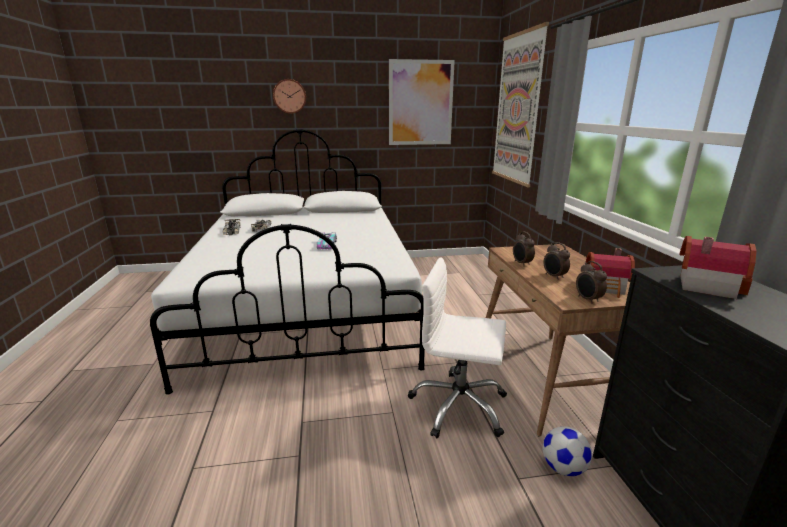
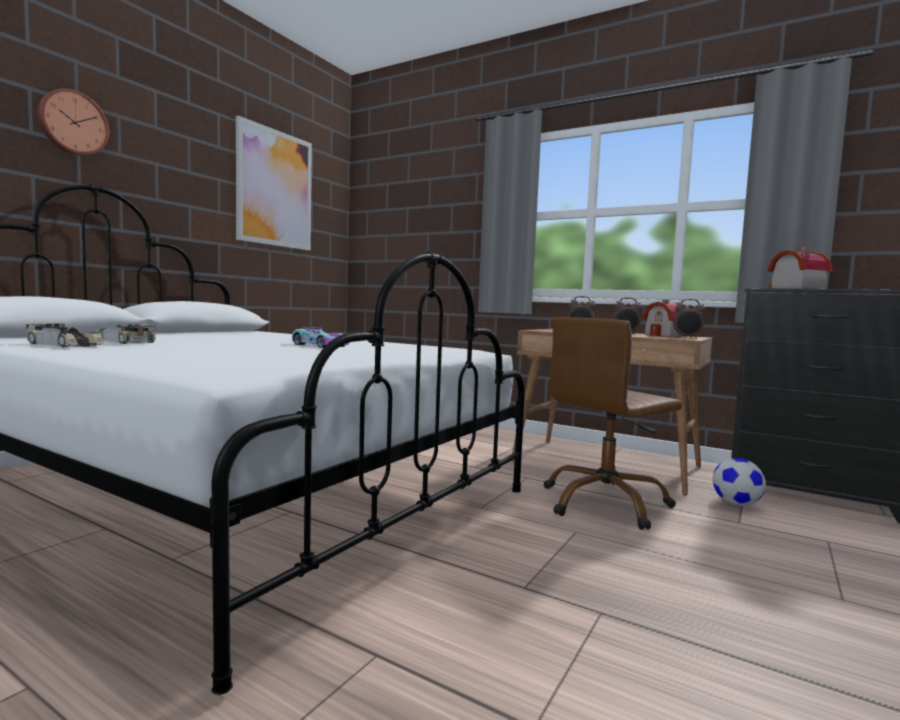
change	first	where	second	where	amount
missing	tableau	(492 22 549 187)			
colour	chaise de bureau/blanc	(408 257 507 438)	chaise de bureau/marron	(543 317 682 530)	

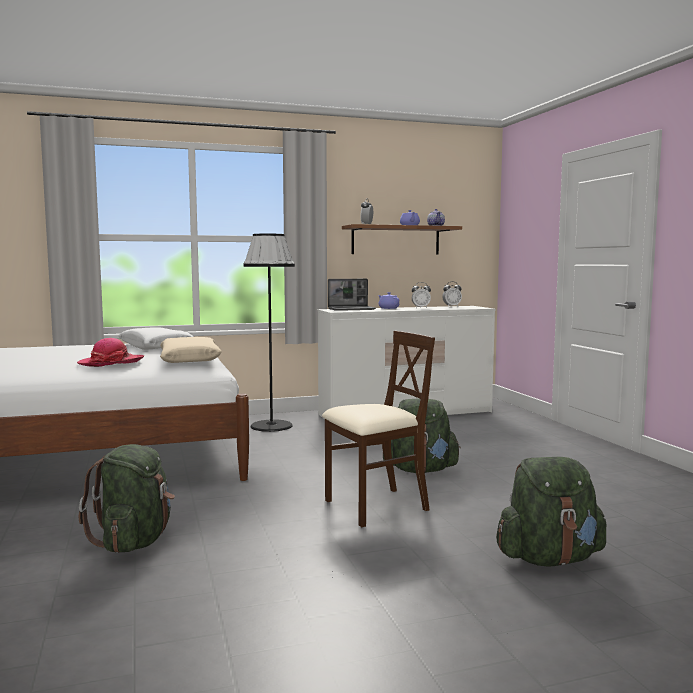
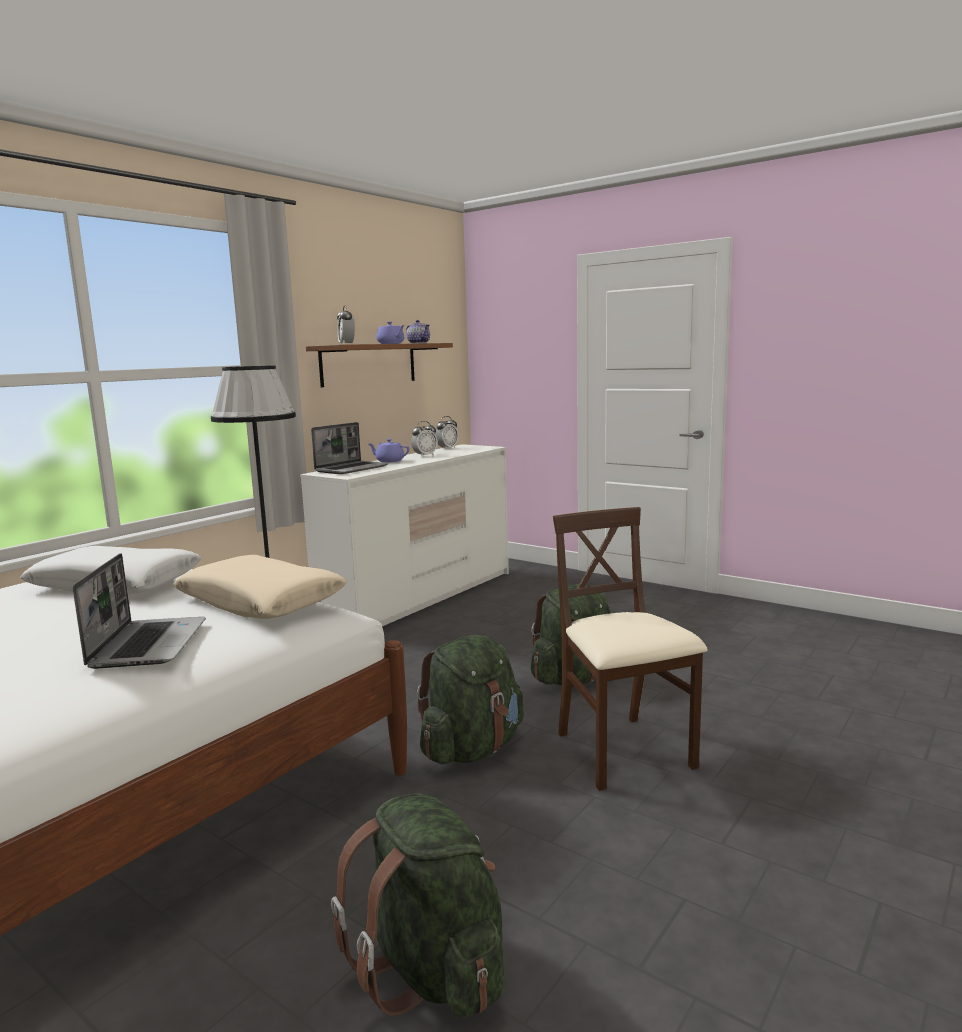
change	first	where	second	where	amount
relocated	sac à dos/vert	(496 457 606 566)		(417 635 524 764)	
exchanged	chapeau	(77 338 144 367)	ordinateur portable	(73 553 206 669)	
spun	chaise/beige	(322 331 435 527)		(553 507 708 791)	45 degrees counterclockwise

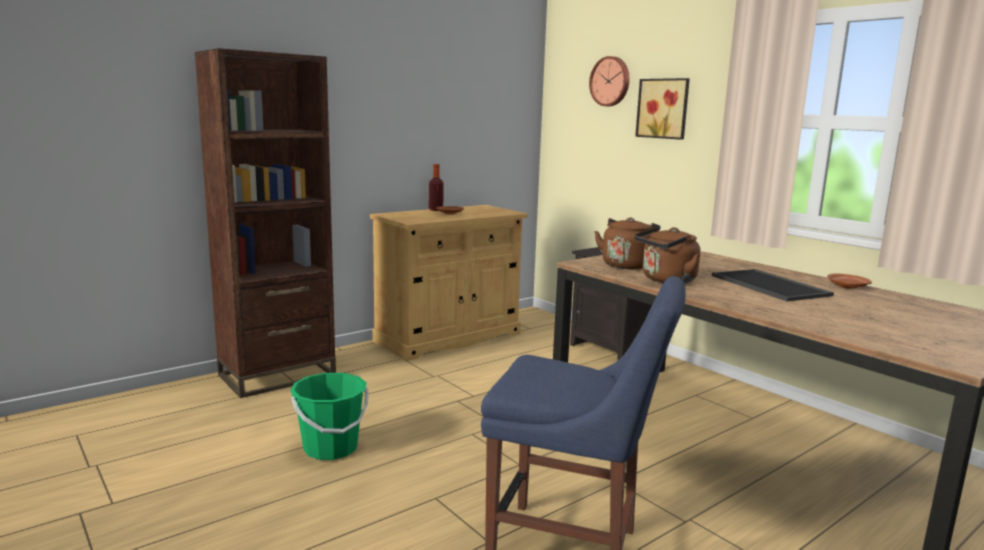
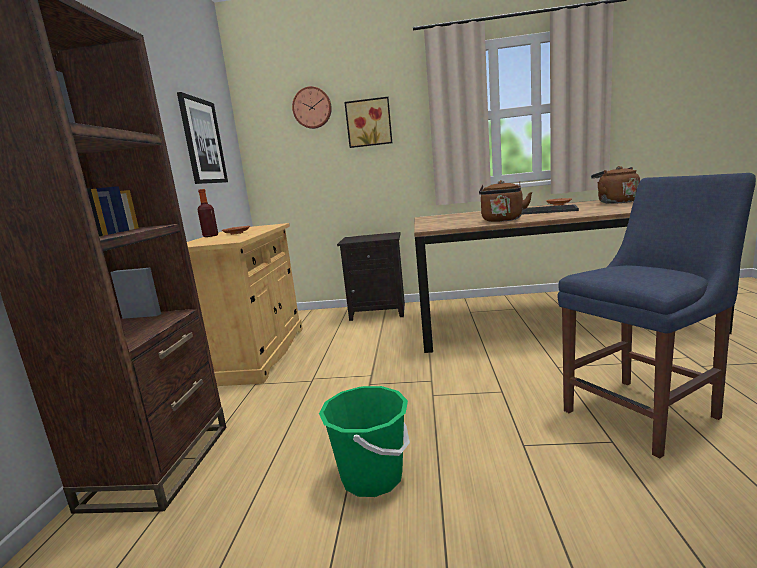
change	first	where	second	where	amount
appeared			tableau	(177 92 228 184)	
relocated	bouilloire/marron	(594 217 661 269)		(591 166 640 204)	

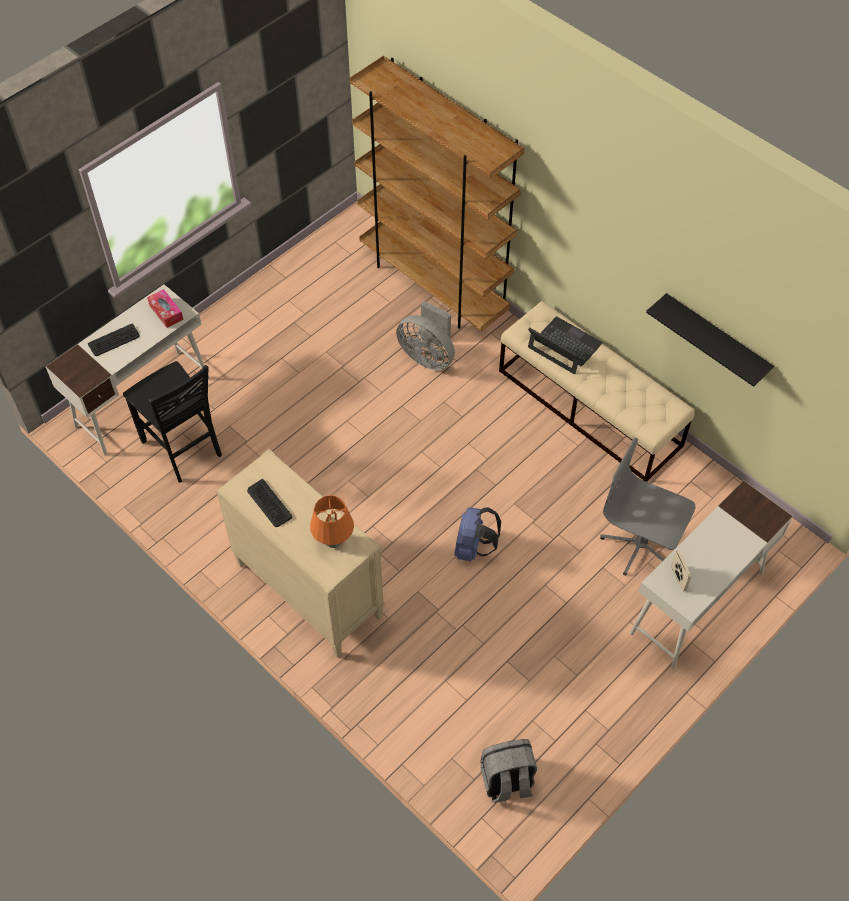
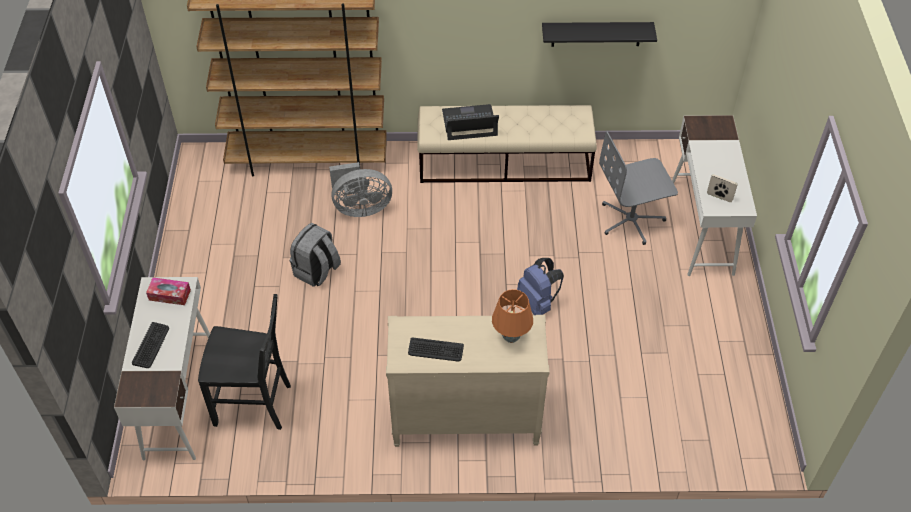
change	first	where	second	where	amount
relocated	sac à dos/gris	(480 739 537 803)		(290 223 341 287)	

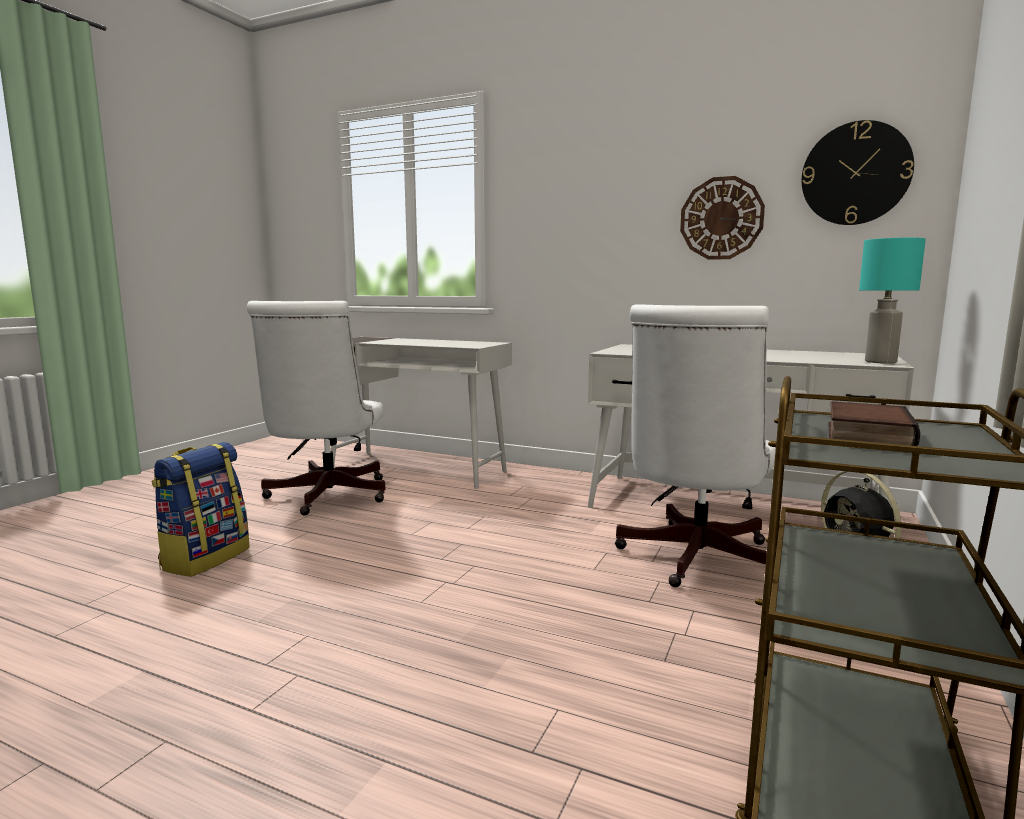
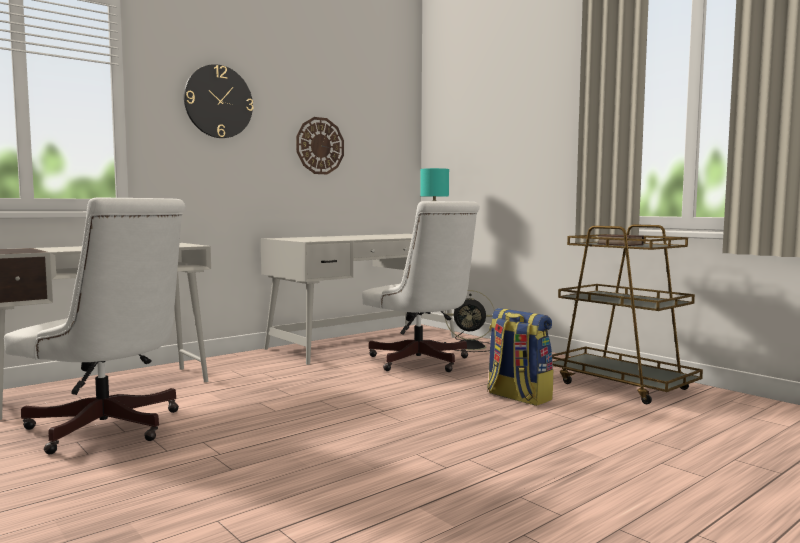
change	first	where	second	where	amount
relocated	sac à dos	(152 442 250 577)		(487 308 553 406)	
relocated	horloge murale	(802 120 914 225)		(184 64 253 138)	

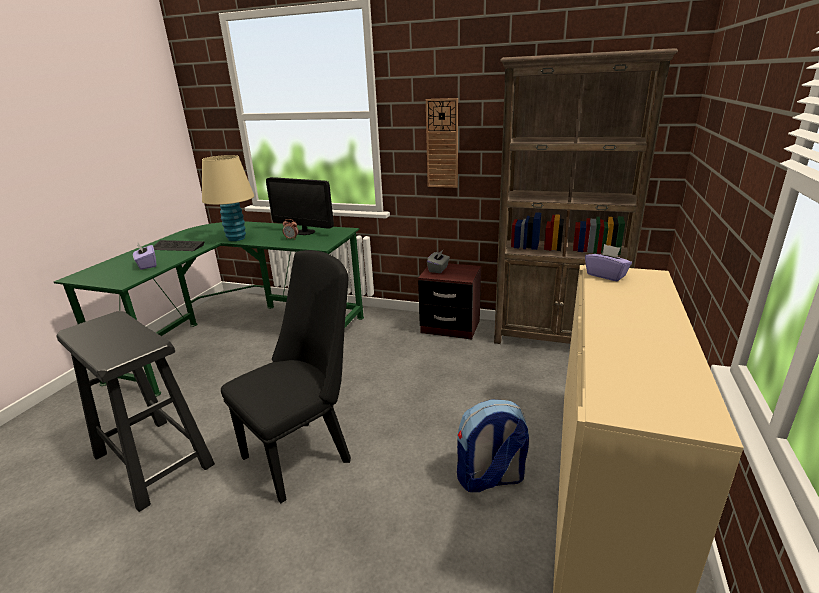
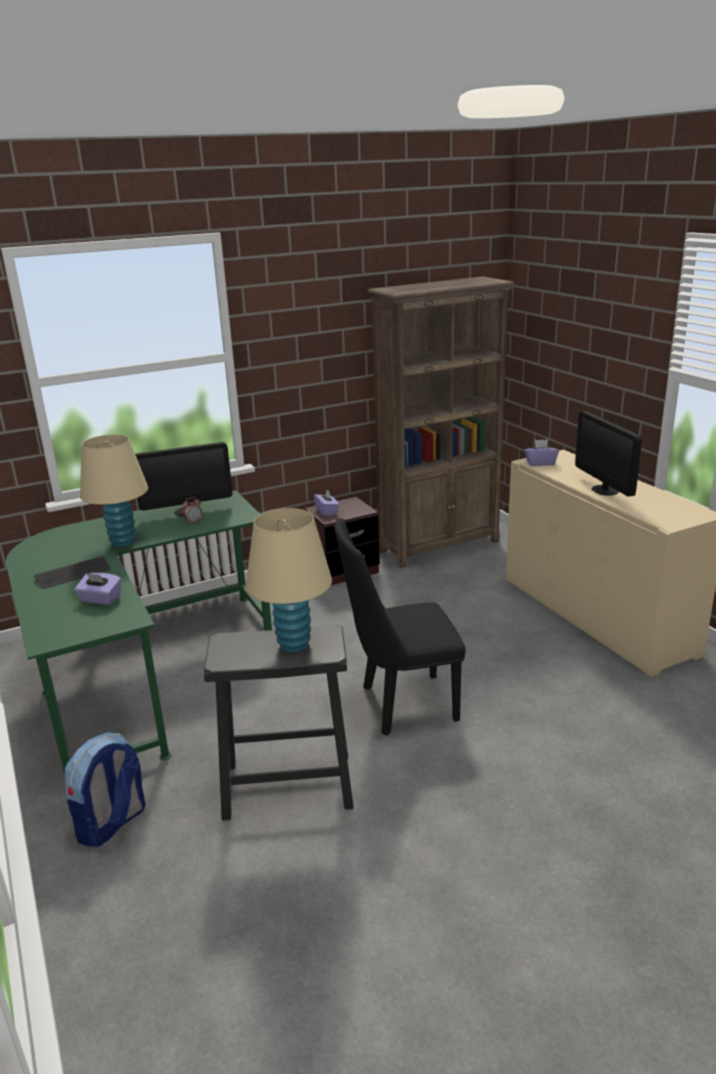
change	first	where	second	where	amount
missing	horloge murale	(426 98 458 188)			
appeared			lampe de table/beige	(246 508 332 652)	
appeared			écran d'ordinateur	(575 411 642 496)	
relocated	sac à dos	(457 399 529 492)		(65 732 145 847)	
colour	boîte à mouchoirs/gris	(427 250 450 273)	boîte à mouchoirs/violet	(314 490 339 516)	
spun	chaise/noir	(221 250 351 503)		(334 518 466 736)	105 degrees counterclockwise

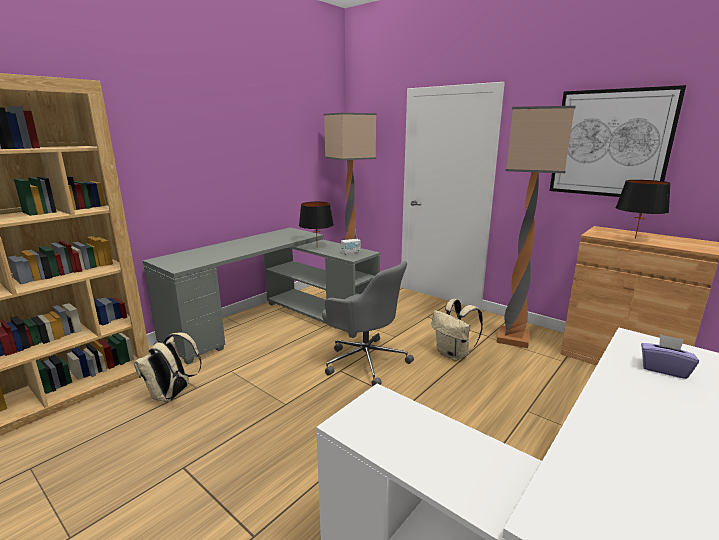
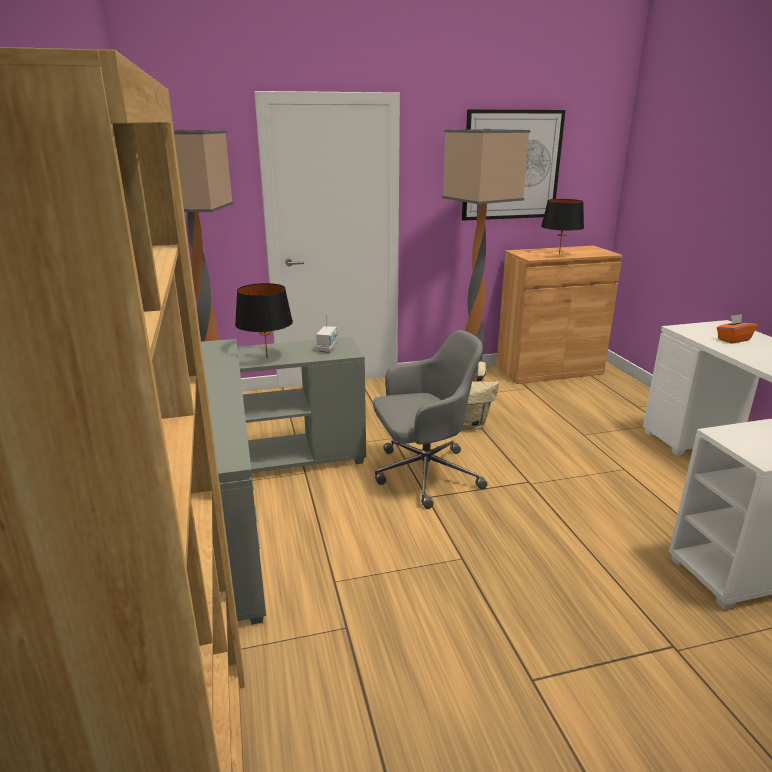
change	first	where	second	where	amount
missing	sac à dos/beige	(134 332 202 402)			
colour	boîte à mouchoirs/violet	(641 334 699 379)	boîte à mouchoirs/orange	(717 314 757 344)	

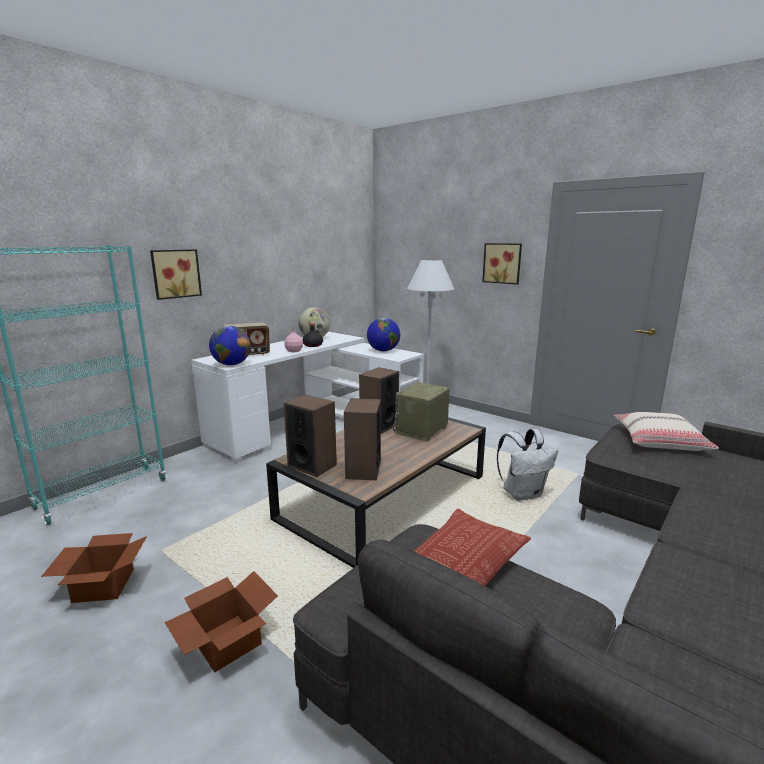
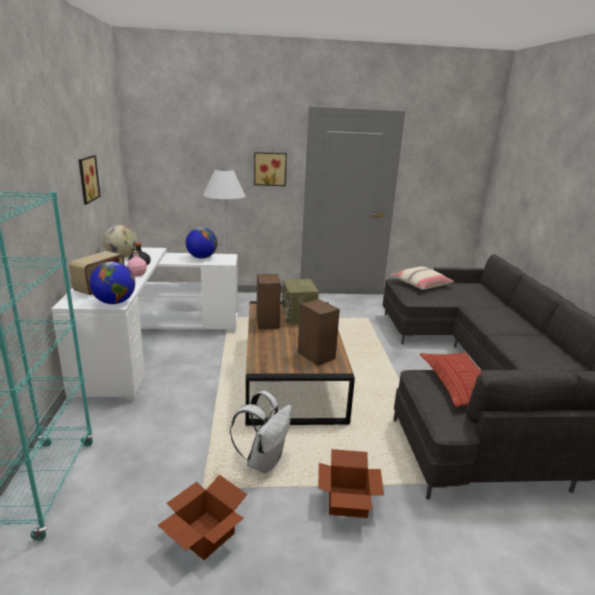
change	first	where	second	where	amount
missing	enceinte	(284 395 337 477)			
relocated	tableau	(150 249 202 300)		(79 155 101 204)	
relocated	sac à dos/blanc	(497 429 558 500)		(230 391 292 473)	

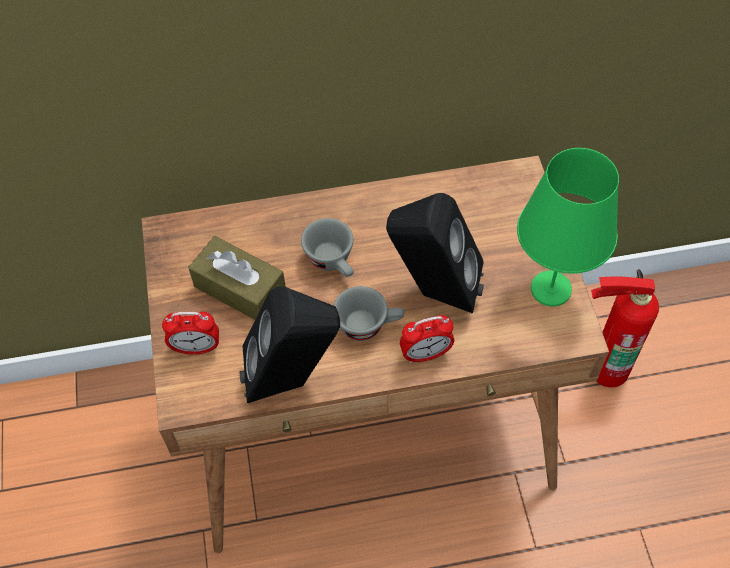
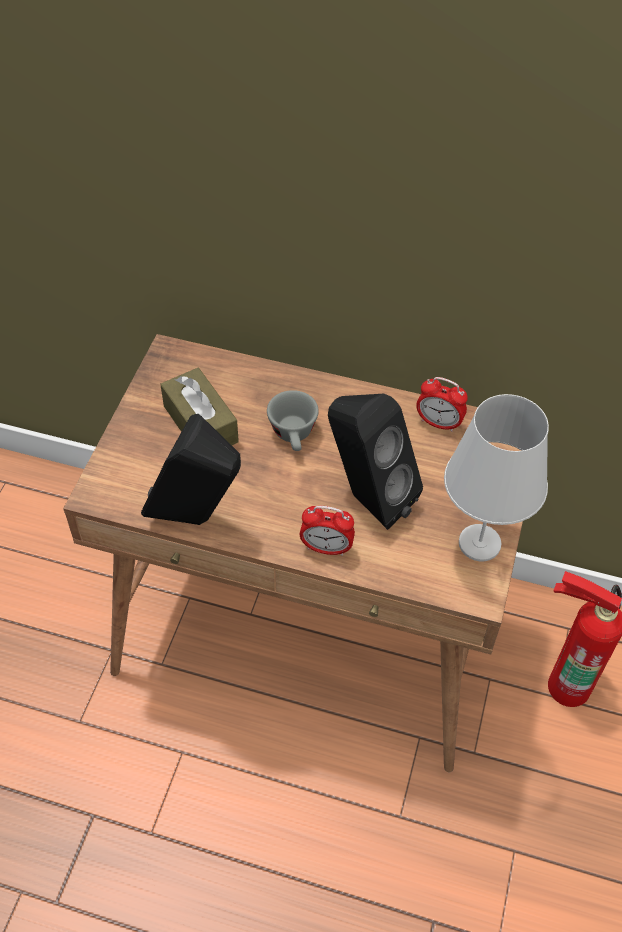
change	first	where	second	where	amount
missing	tasse/gris	(333 286 404 341)			
relocated	réveil	(162 312 219 355)		(416 377 468 432)	
colour	lampe de table/vert	(517 148 619 307)	lampe de table/blanc	(444 394 549 561)	

